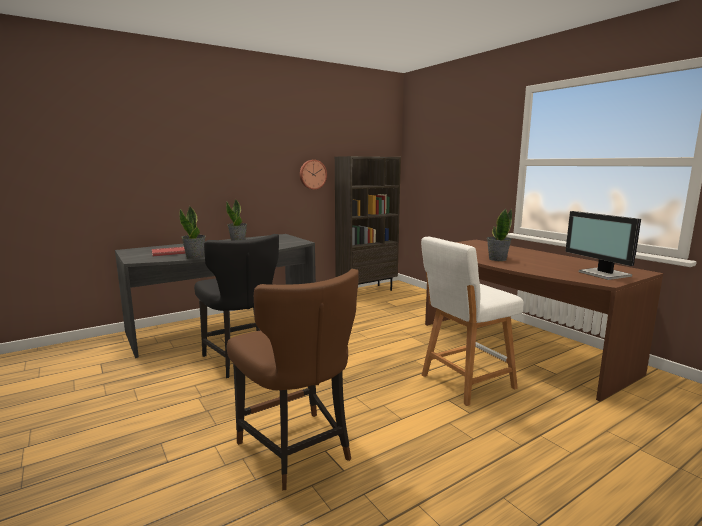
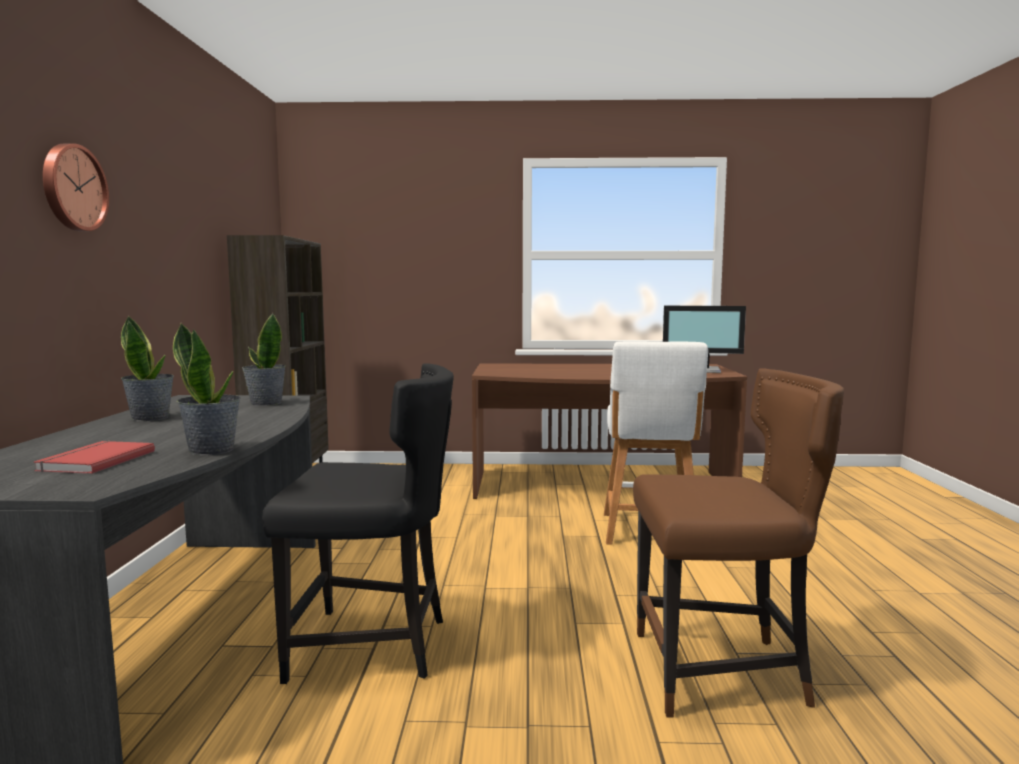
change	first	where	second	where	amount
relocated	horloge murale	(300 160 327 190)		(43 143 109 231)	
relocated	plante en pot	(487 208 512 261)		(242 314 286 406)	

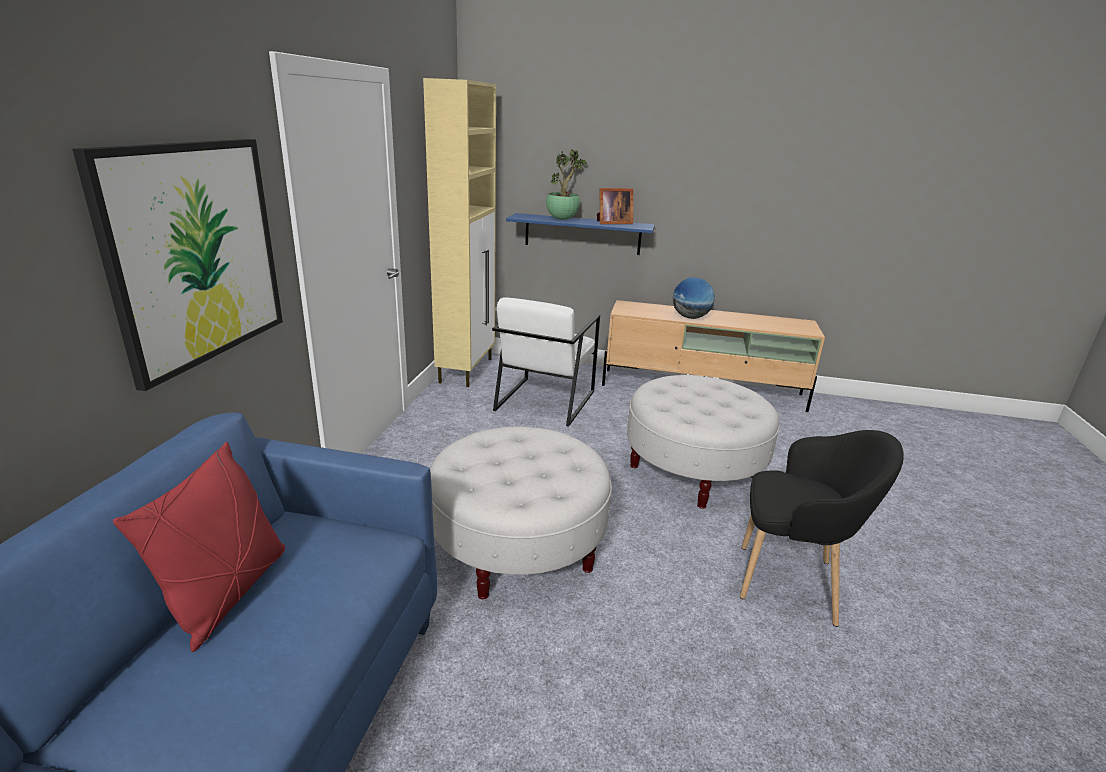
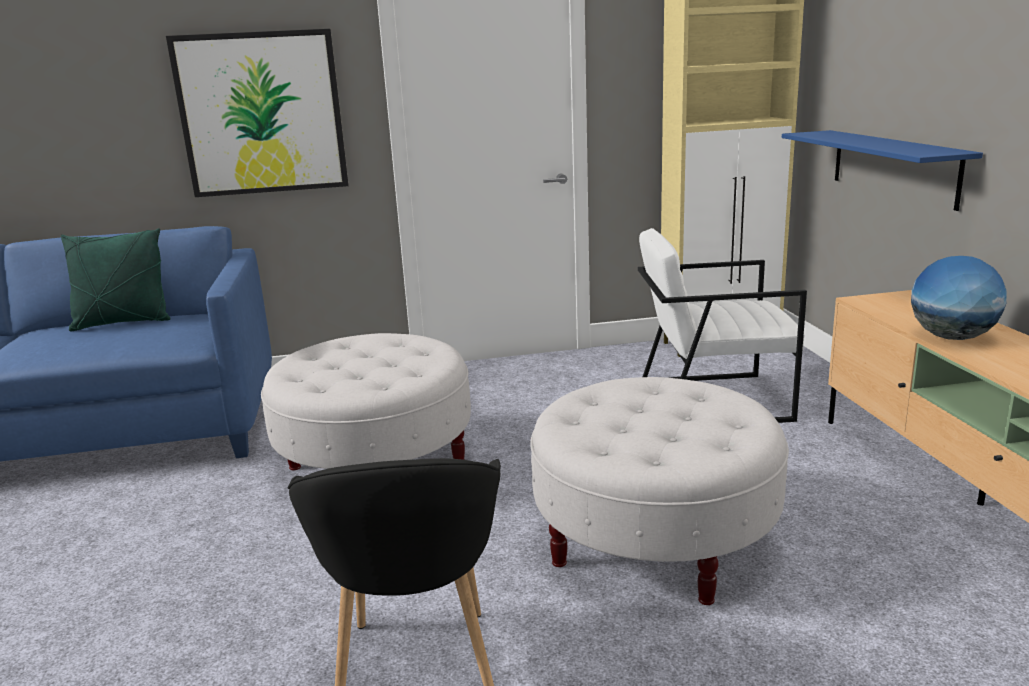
change	first	where	second	where	amount
missing	plante en pot	(546 150 587 220)			
missing	cadre photo	(597 188 633 224)			
colour	coussin/rouge	(113 442 285 652)	coussin/vert	(61 228 171 331)	

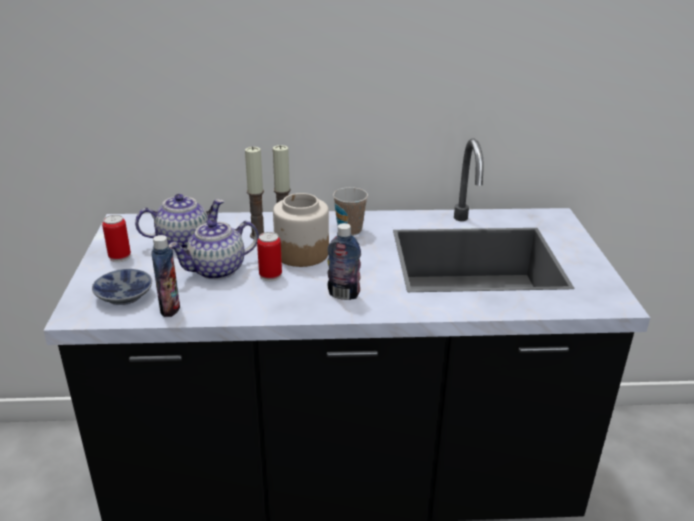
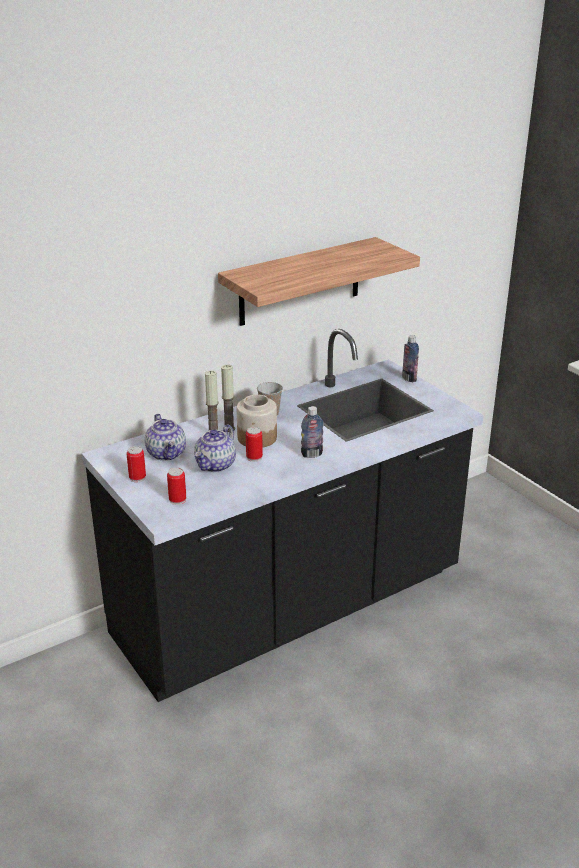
change	first	where	second	where	amount
appeared			étagère	(218 237 420 326)	
relocated	bouteille	(151 235 180 317)		(402 335 419 382)	
exchanged	bol	(92 269 152 305)	boîte métallique	(167 467 186 505)	
spun	théière	(135 194 224 249)		(145 414 186 461)	120 degrees clockwise

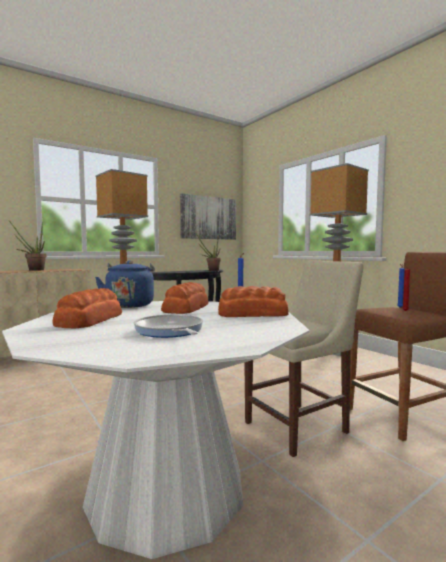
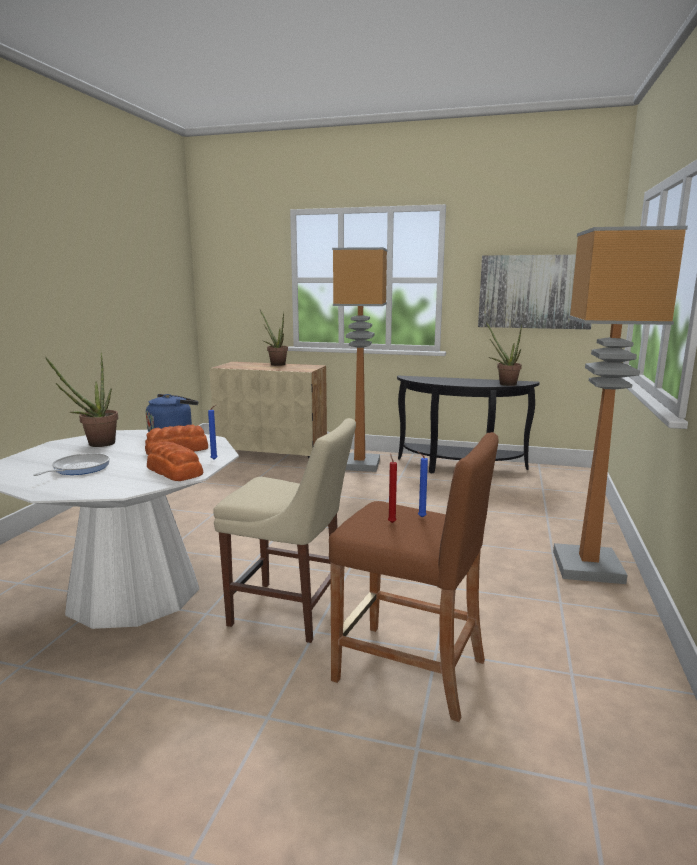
change	first	where	second	where	amount
exchanged	pain	(52 288 122 328)	plante en pot	(46 353 118 447)	

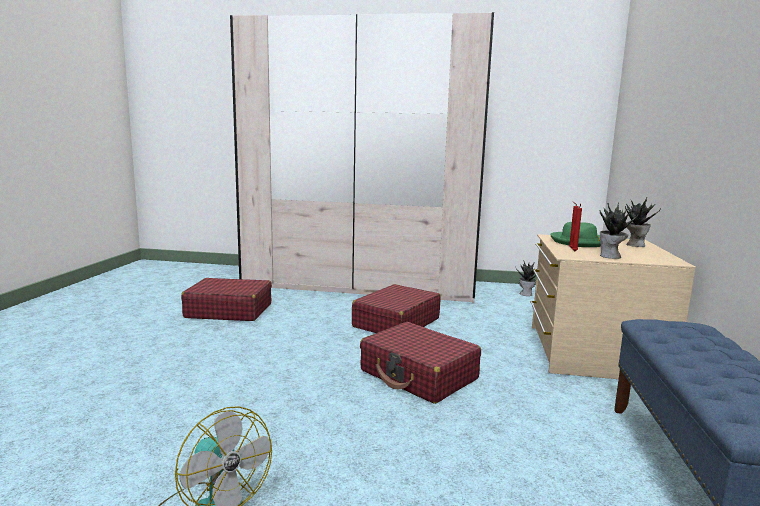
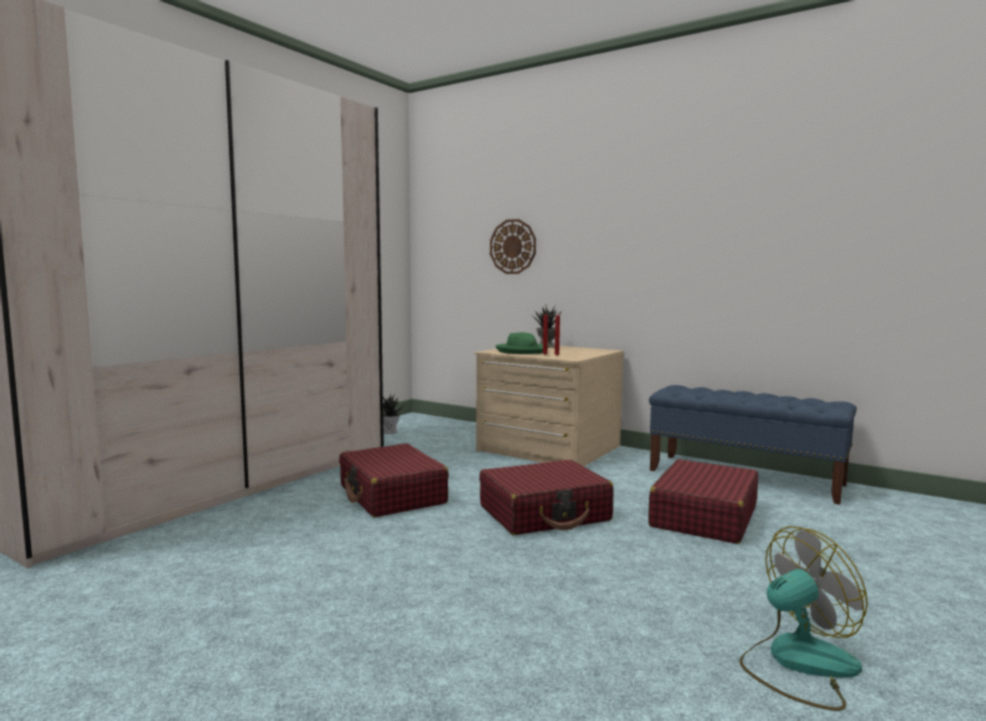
change	first	where	second	where	amount
missing	plante en pot	(600 202 638 259)			
appeared			horloge murale	(490 219 536 274)	
relocated	valise/rouge	(181 278 272 321)		(648 459 758 544)	

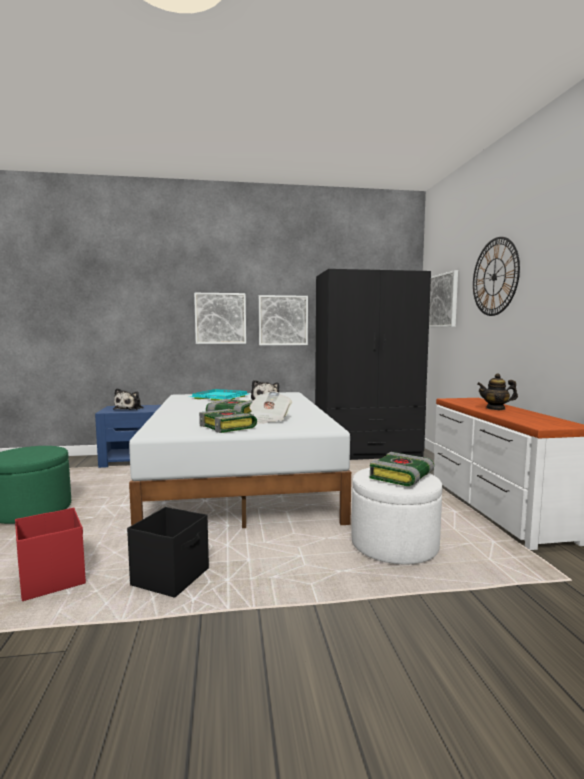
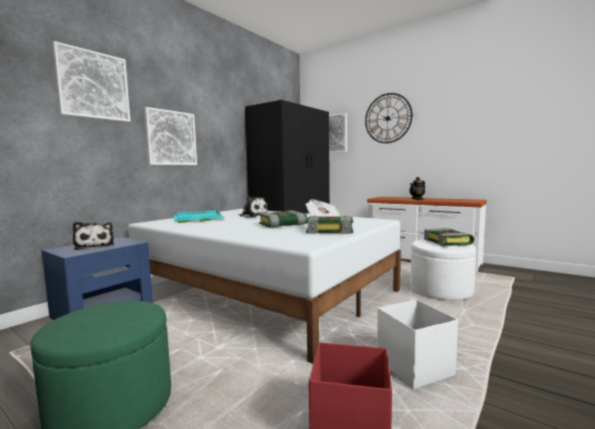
change	first	where	second	where	amount
relocated	tableau	(259 295 308 345)		(52 41 130 122)	
colour	boîte de rangement/noir	(127 507 209 598)	boîte de rangement/blanc	(377 300 458 389)	

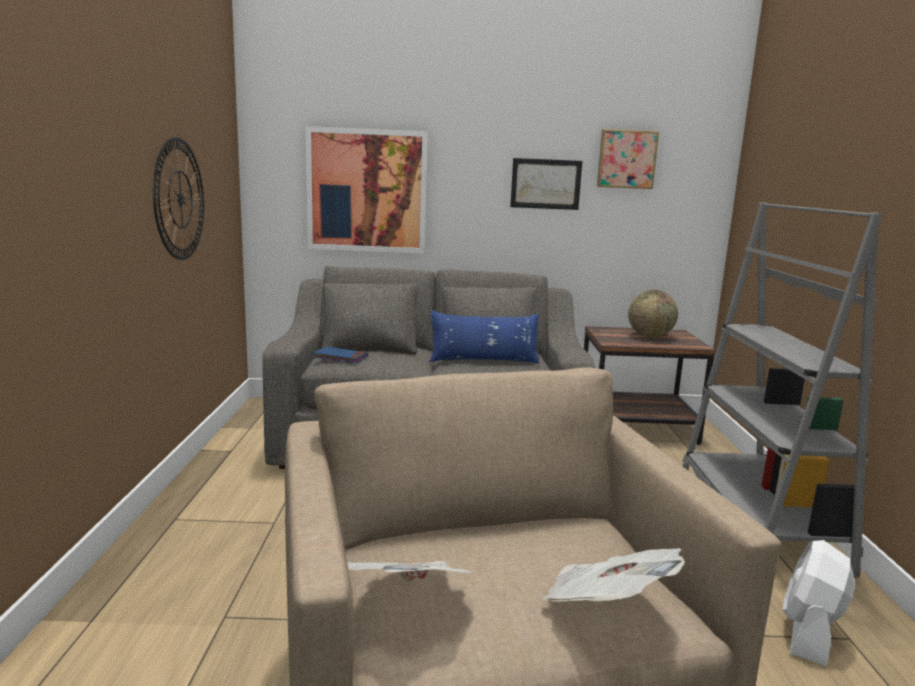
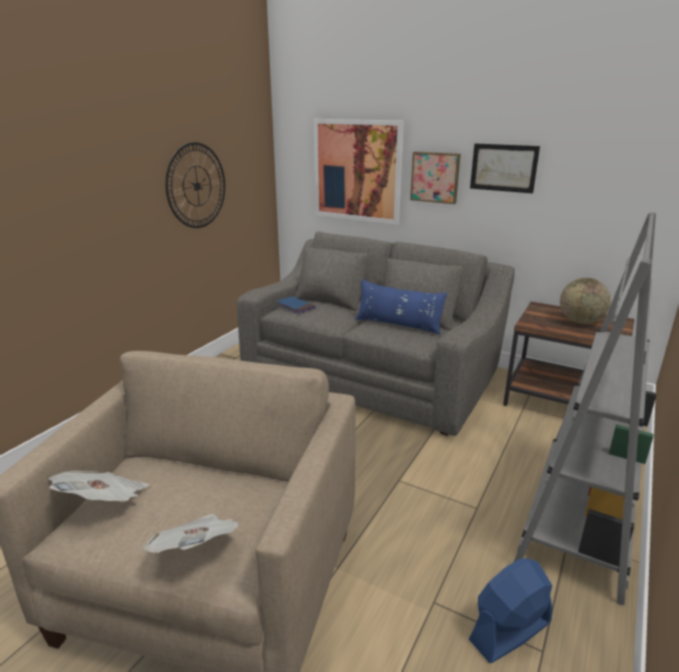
change	first	where	second	where	amount
relocated	tableau	(597 129 659 189)		(410 152 461 204)	
colour	ventilateur/blanc	(783 540 855 667)	ventilateur/bleu	(469 558 552 663)	

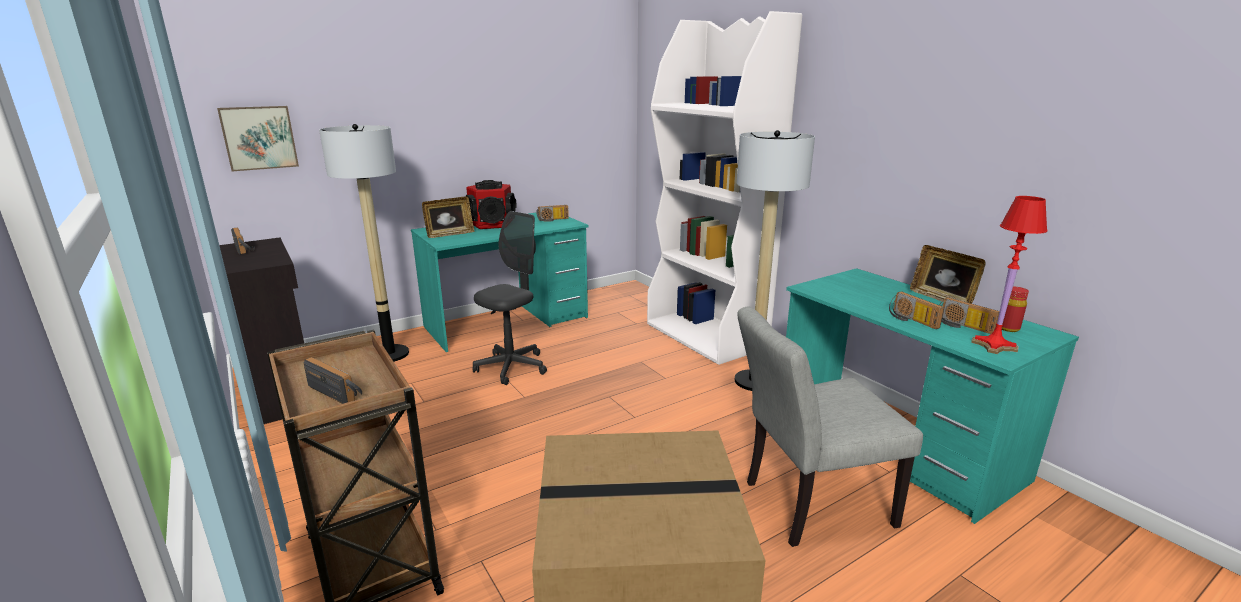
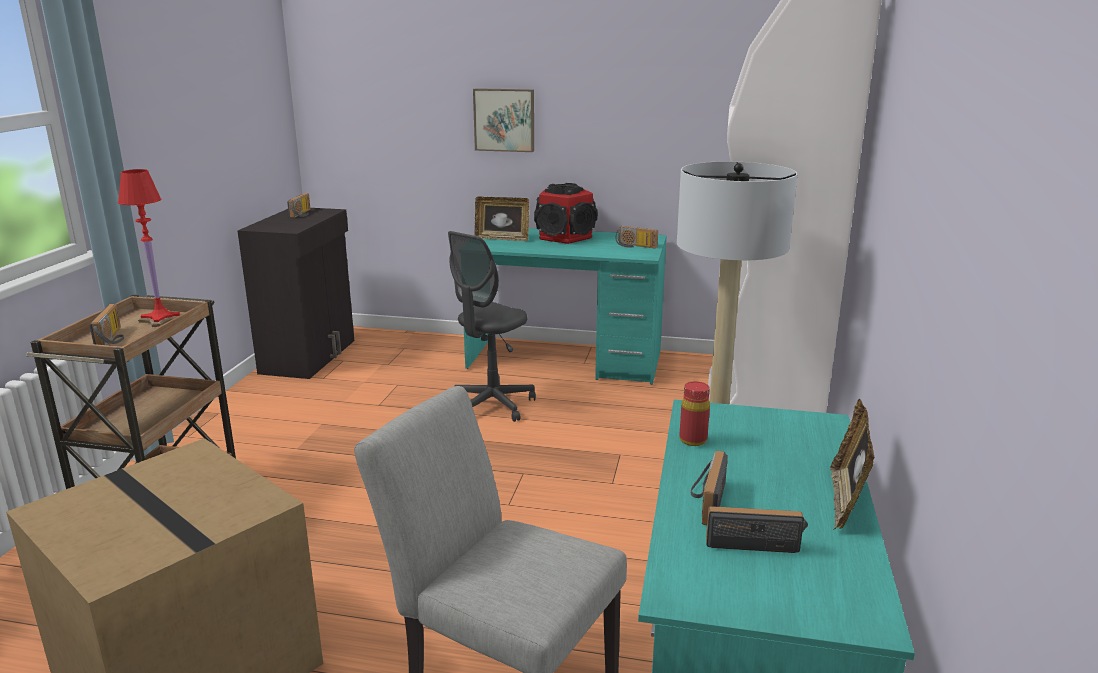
change	first	where	second	where	amount
missing	lampadaire	(319 124 409 362)			
relocated	tableau	(217 106 299 171)		(473 88 534 152)	
relocated	lampe de table/rouge	(971 196 1048 354)		(118 169 181 327)	
relocated	bouteille/rouge	(1002 287 1029 332)		(679 381 710 446)	
spun	chaise de bureau/gris	(473 211 547 385)		(448 231 536 422)	135 degrees clockwise
spun	radio	(939 297 1000 334)		(706 506 808 553)	90 degrees clockwise

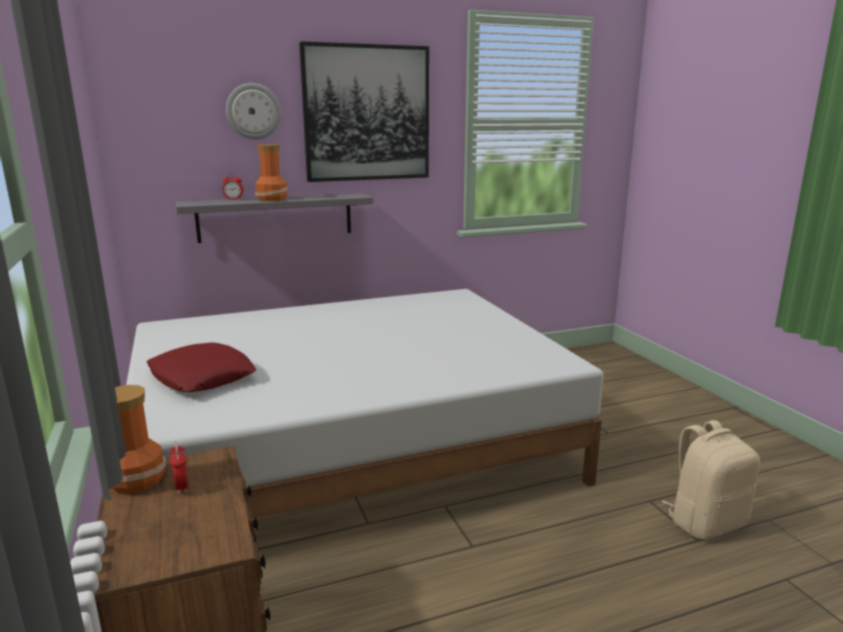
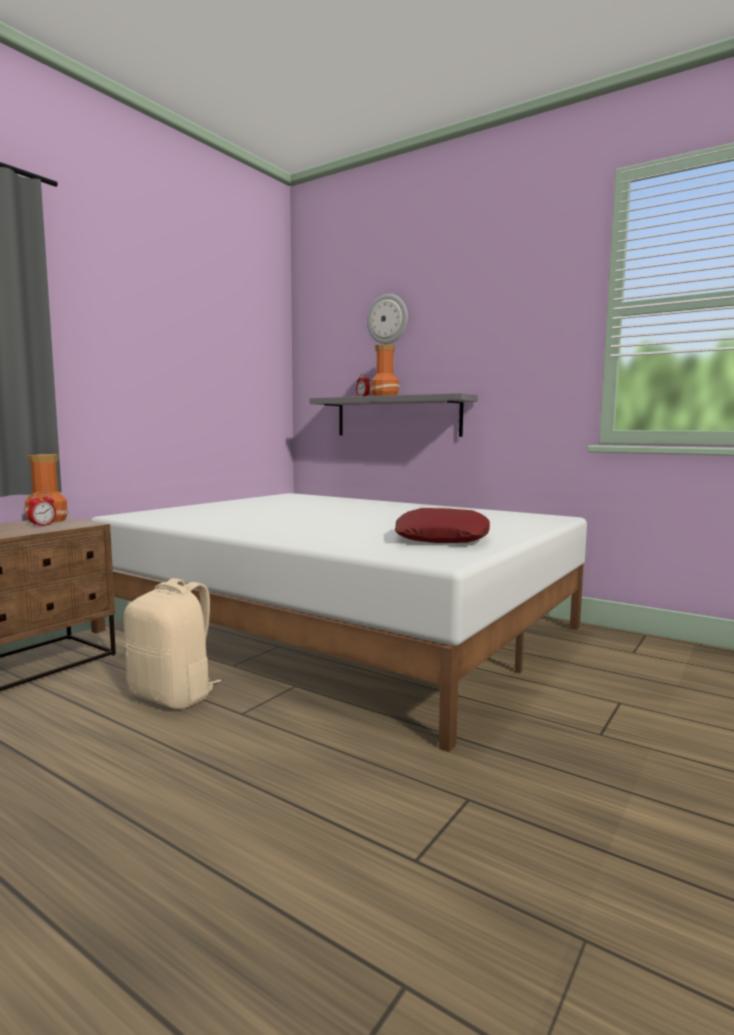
change	first	where	second	where	amount
missing	tableau	(299 42 429 182)			
relocated	coussin/rouge	(147 343 256 392)		(395 508 490 543)	
relocated	sac à dos/beige	(662 420 760 539)		(124 578 221 709)	

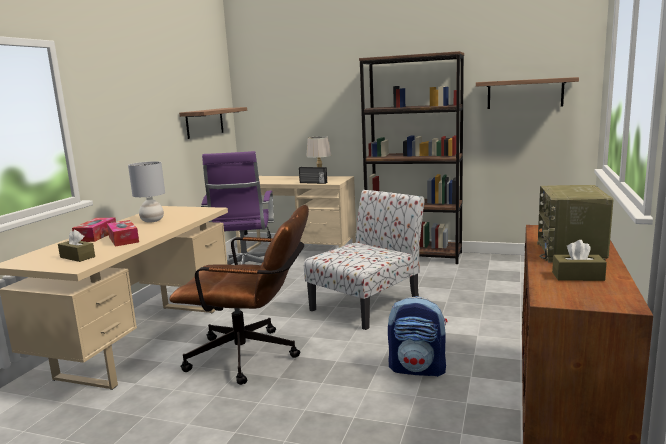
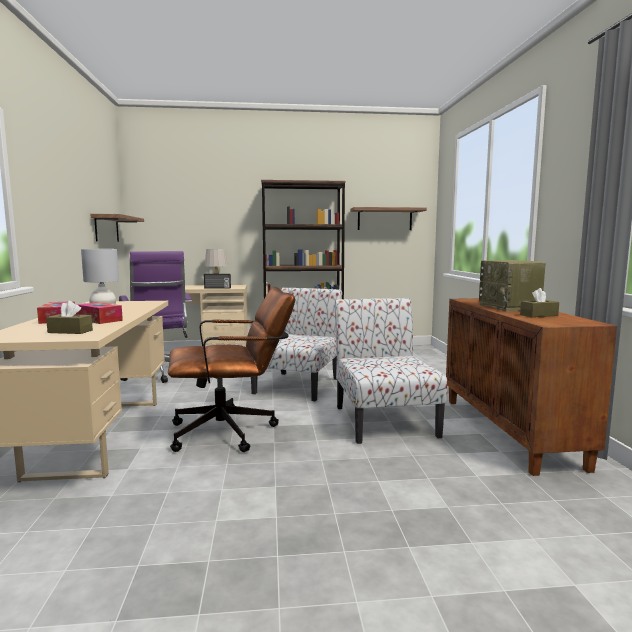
change	first	where	second	where	amount
exchanged	sac à dos	(388 296 447 377)	chaise	(335 298 448 444)	

